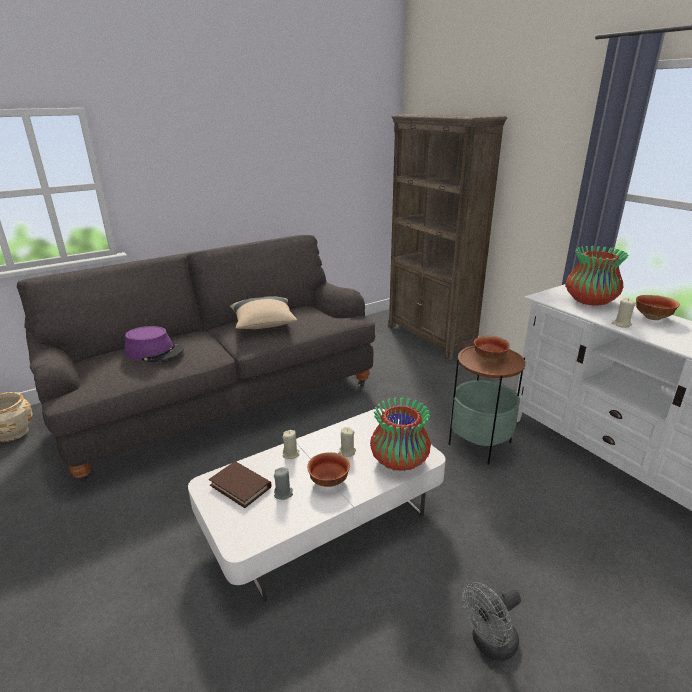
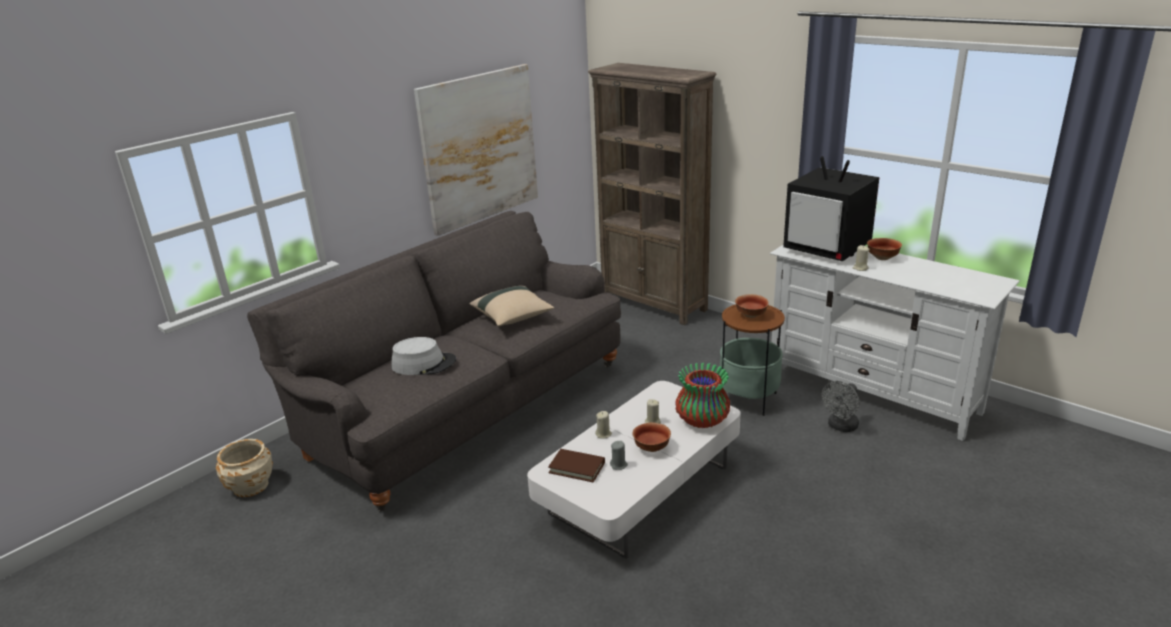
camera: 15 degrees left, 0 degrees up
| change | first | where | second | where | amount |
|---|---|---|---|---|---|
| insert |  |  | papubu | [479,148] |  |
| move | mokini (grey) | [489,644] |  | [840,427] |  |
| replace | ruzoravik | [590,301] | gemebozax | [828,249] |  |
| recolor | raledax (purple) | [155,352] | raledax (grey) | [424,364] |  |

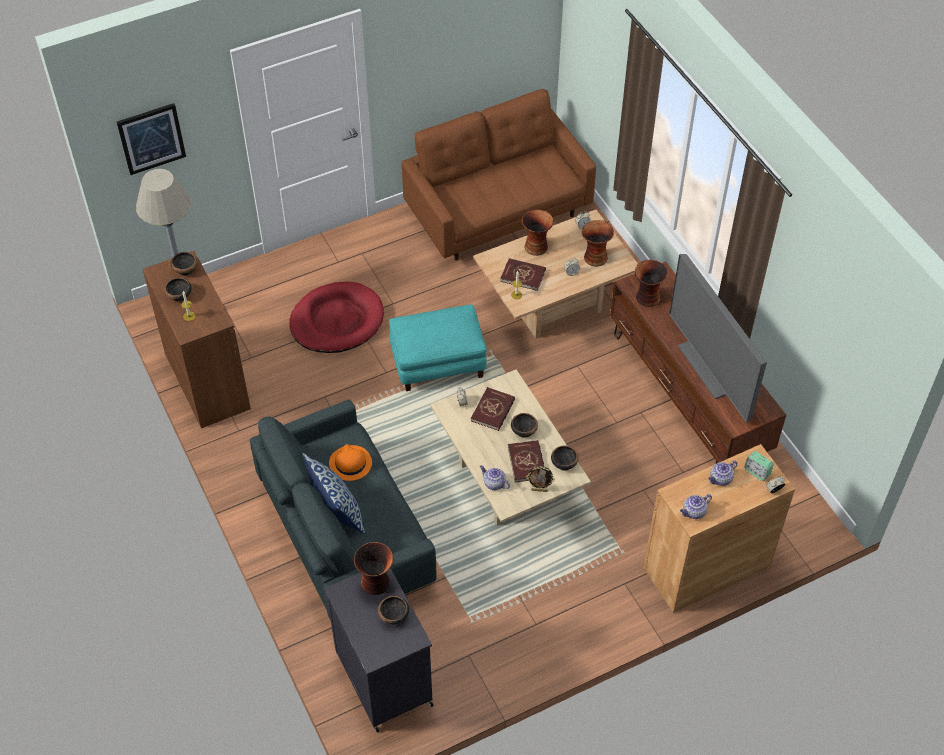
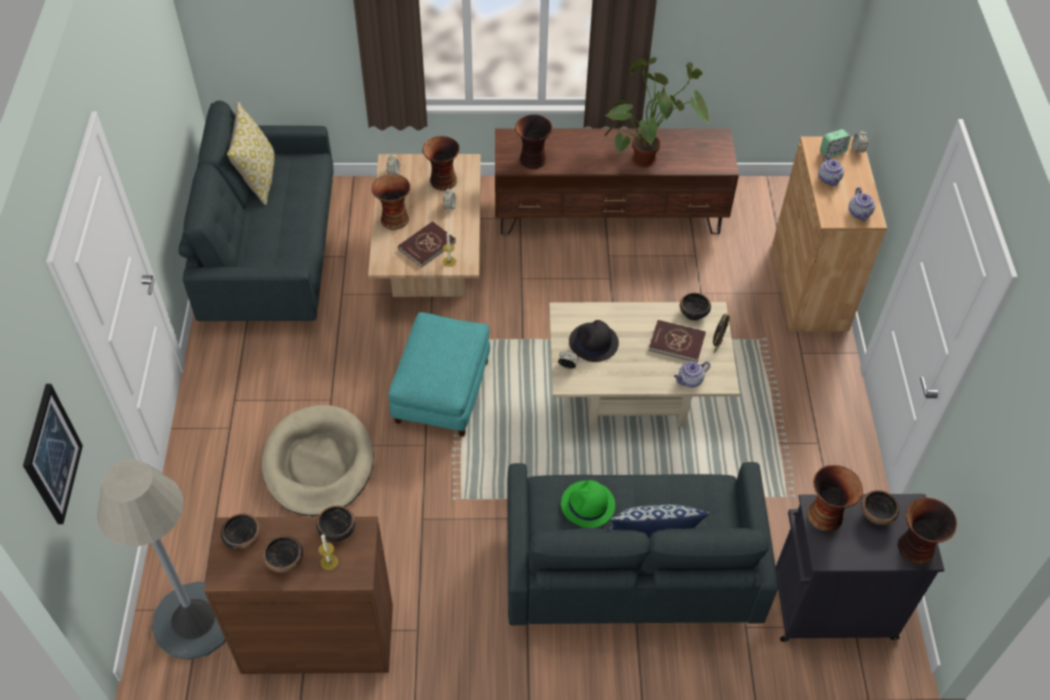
camera: 65 degrees left, 0 degrees up
| change | first | where | second | where | amount |
|---|---|---|---|---|---|
| insert |  |  | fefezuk | [257,179] |  |
| insert |  |  | ruzoravik | [914,548] |  |
| move | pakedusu | [523,430] |  | [337,531] |  |
| replace | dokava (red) | [493,410] | raledax (black) | [593,343] |  |
| replace | gemebozax | [712,367] | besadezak | [647,152] |  |
| recolor | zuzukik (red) | [337,321] | zuzukik (beige) | [318,464] |  |
| recolor | raledax (orange) | [350,463] | raledax (green) | [588,505] |  |
| recolor | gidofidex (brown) | [498,212] | gidofidex (grey) | [272,256] |  |

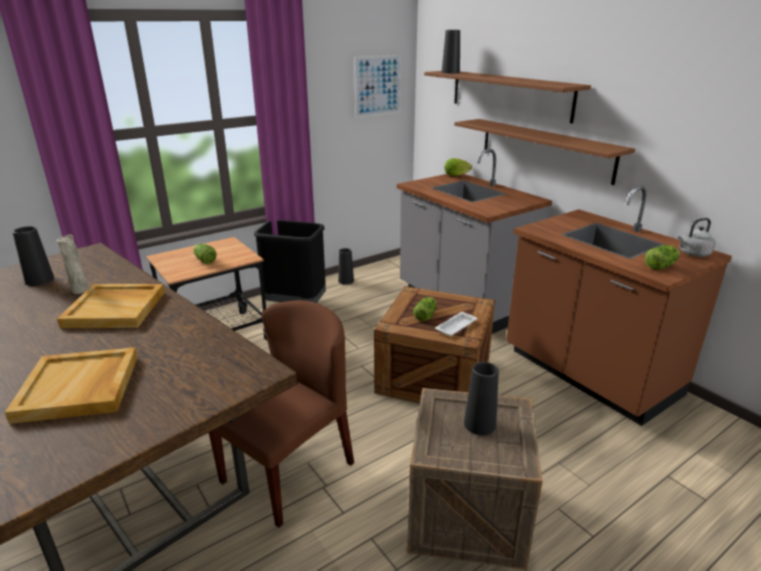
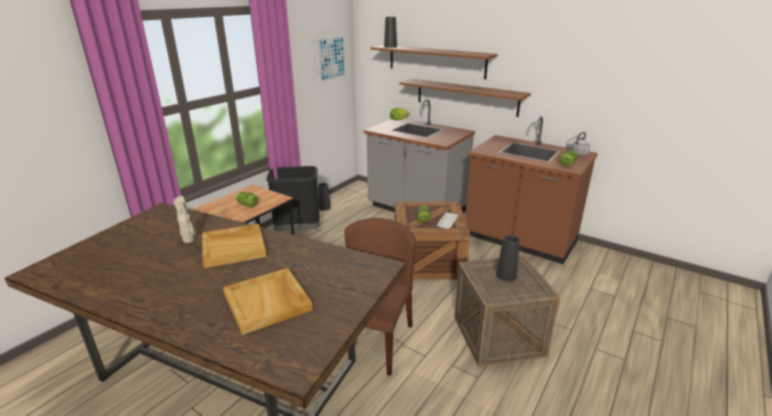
camera: 20 degrees left, 0 degrees up
| change | first | where | second | where | amount |
|---|---|---|---|---|---|
| delete | ruzoravik (black) | [39,280] |  |  |  |

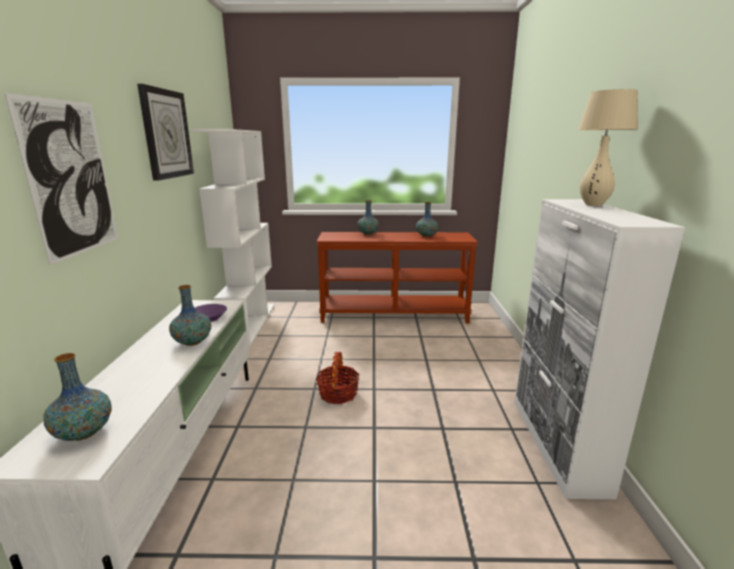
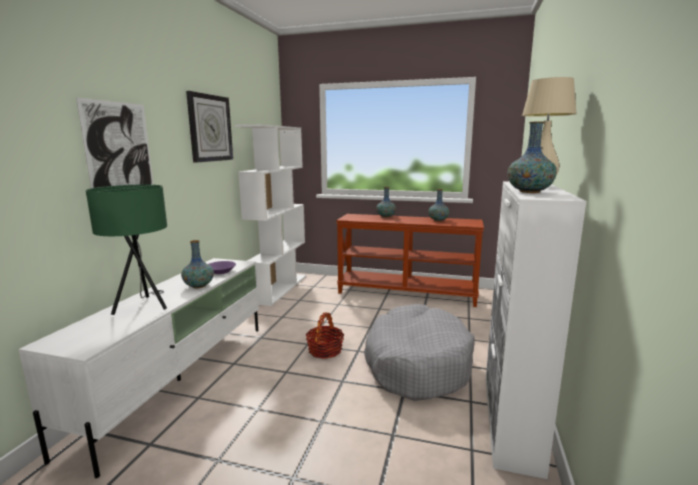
camera: 15 degrees right, 5 degrees down
| change | first | where | second | where | amount |
|---|---|---|---|---|---|
| insert |  |  | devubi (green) | [144,306] |  |
| insert |  |  | zuzukik (grey) | [417,364] |  |
| move | ruzoravik | [84,432] |  | [529,192] |  |

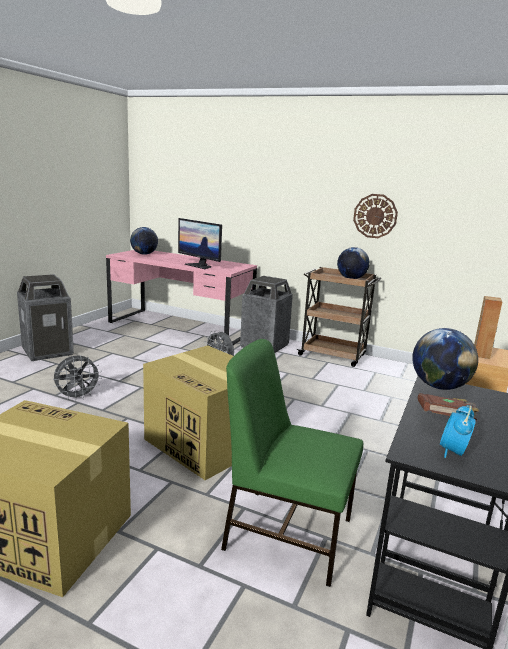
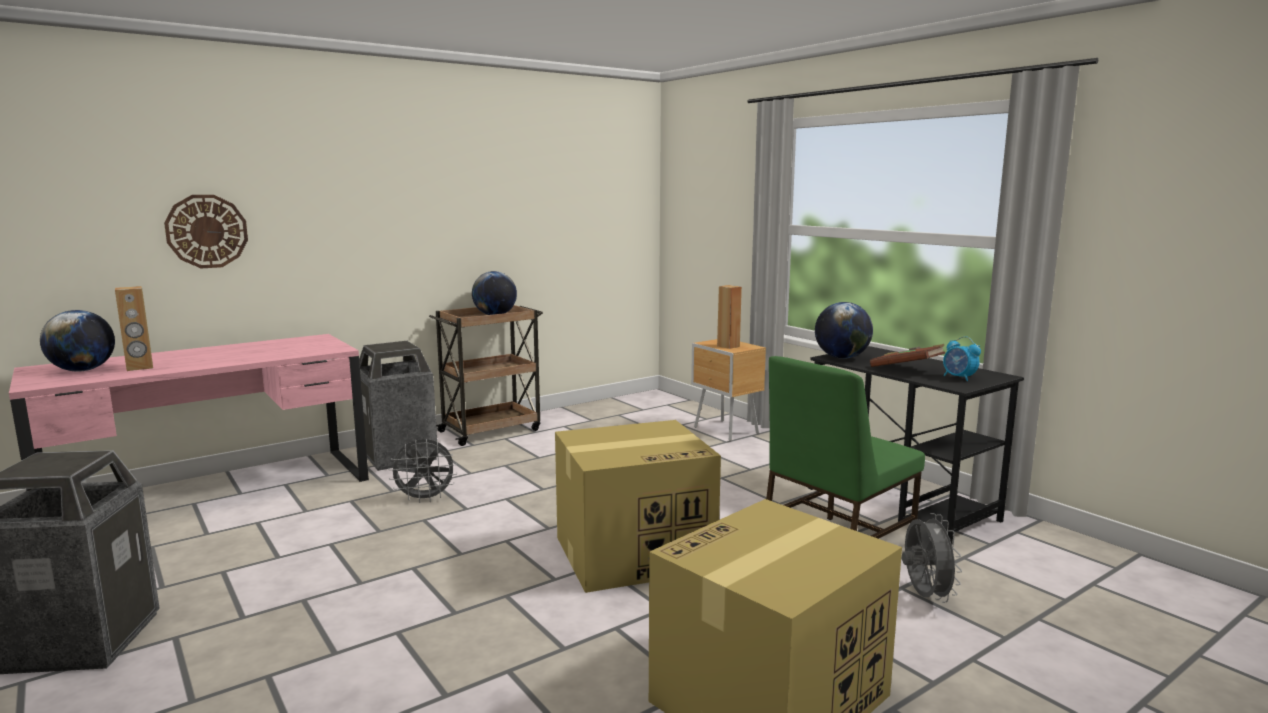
camera: 60 degrees left, 5 degrees down
| change | first | where | second | where | amount |
|---|---|---|---|---|---|
| delete | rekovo | [200,266] |  |  |  |
| insert |  |  | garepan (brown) | [140,367] |  |
| move | mokini (grey) | [78,397] |  | [924,596] |  |
| move | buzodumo | [375,216] |  | [207,231] |  |

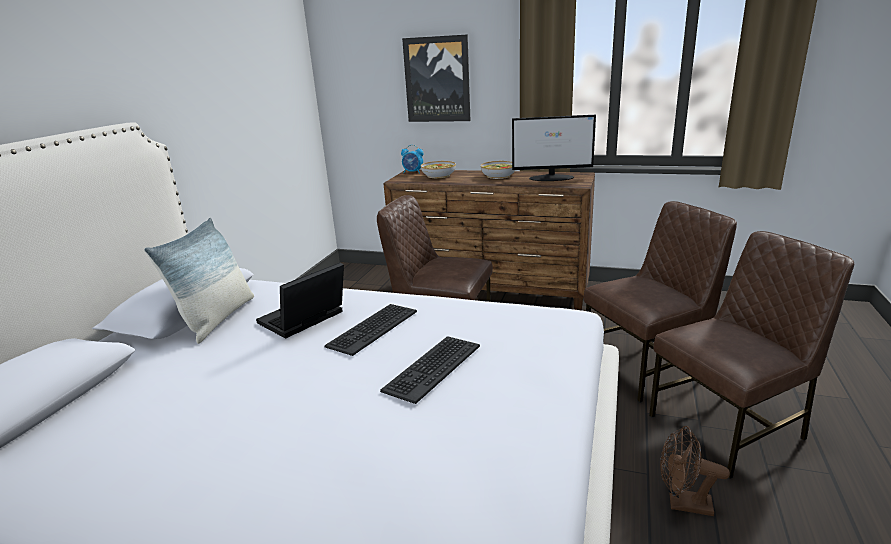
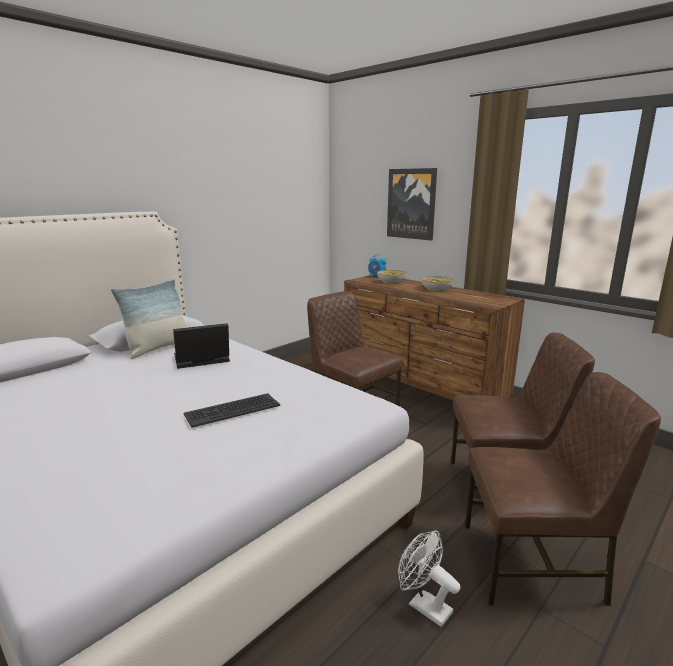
camera: 25 degrees right, 5 degrees down
| change | first | where | second | where | amount |
|---|---|---|---|---|---|
| delete | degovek | [372,329] |  |  |  |
| delete | rekovo | [552,178] |  |  |  |
| recolor | mokini (brown) | [682,504] | mokini (white) | [424,605] |  |

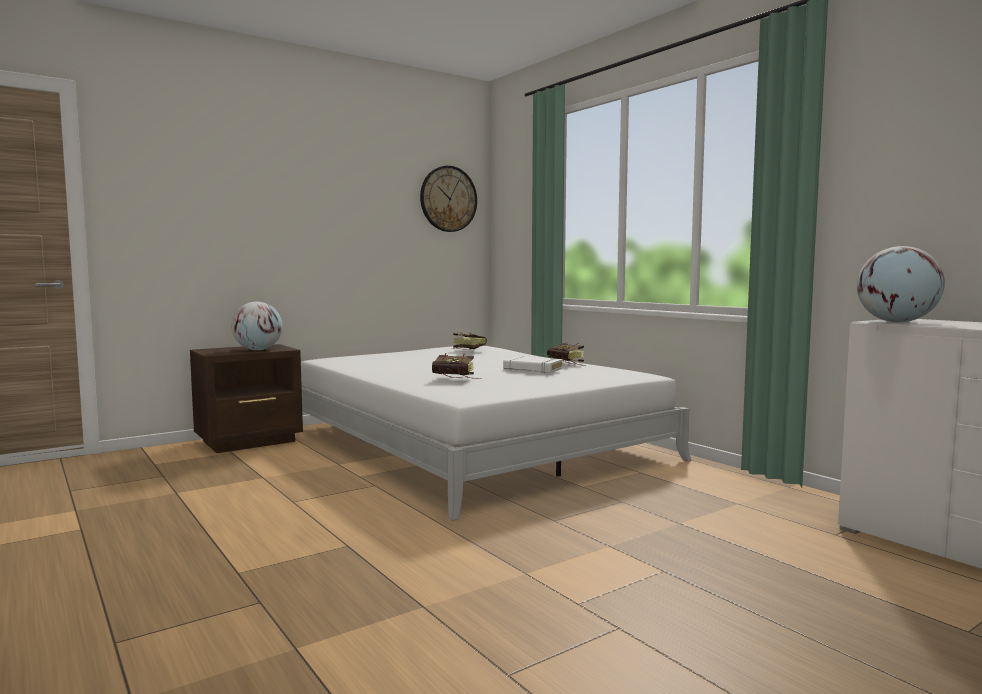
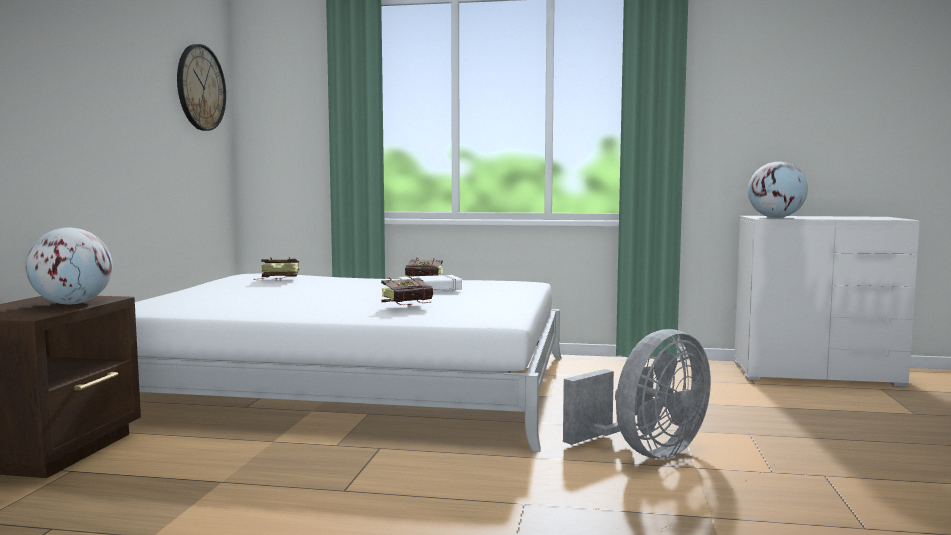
camera: 45 degrees left, 0 degrees up
| change | first | where | second | where | amount |
|---|---|---|---|---|---|
| insert |  |  | mokini (grey) | [646,452] |  |

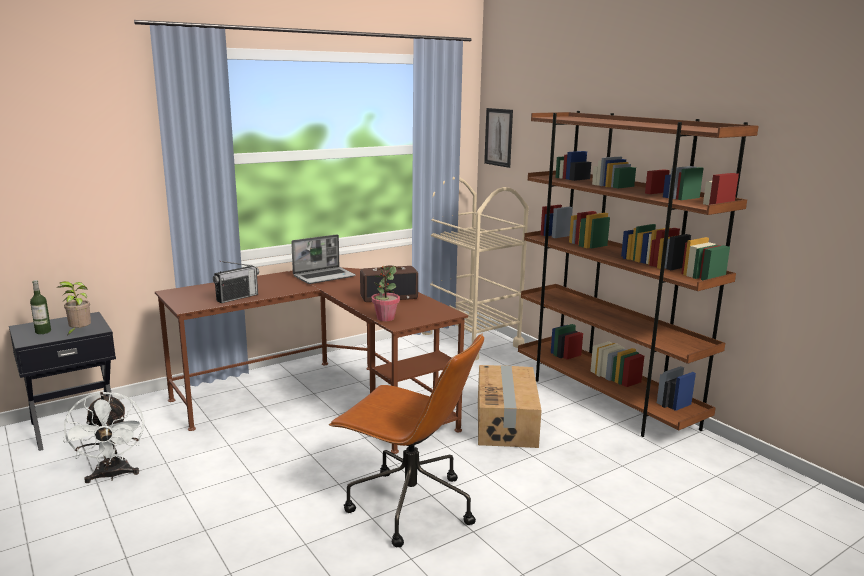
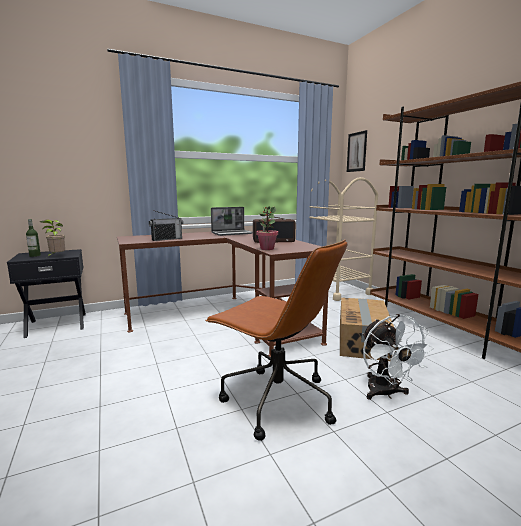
camera: 10 degrees right, 5 degrees down
| change | first | where | second | where | amount |
|---|---|---|---|---|---|
| move | mokini (white) | [112,475] |  | [385,393] |  |

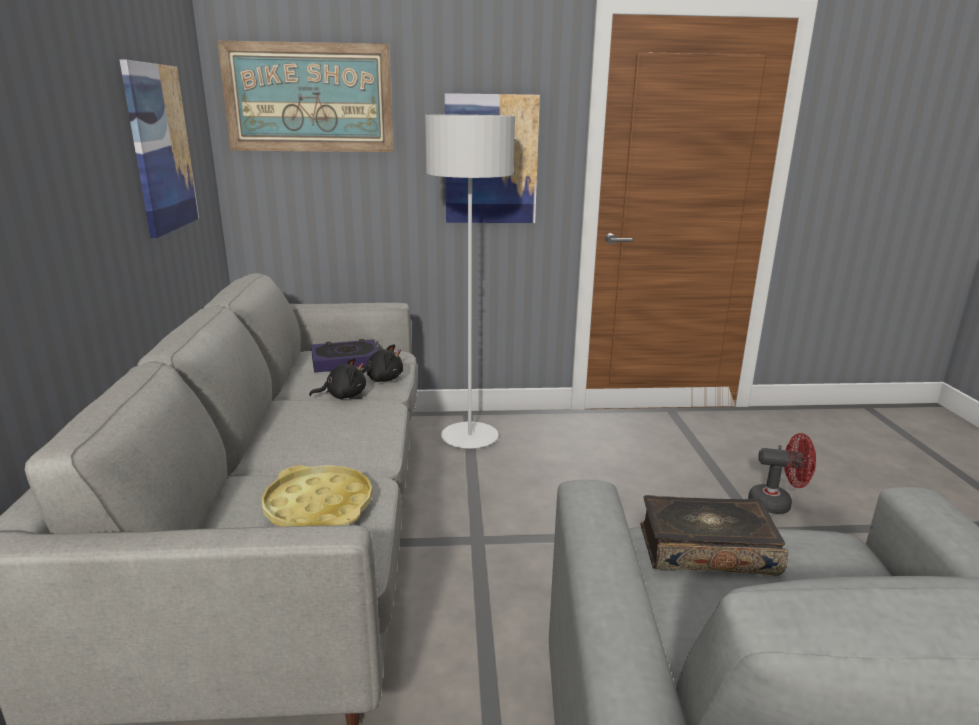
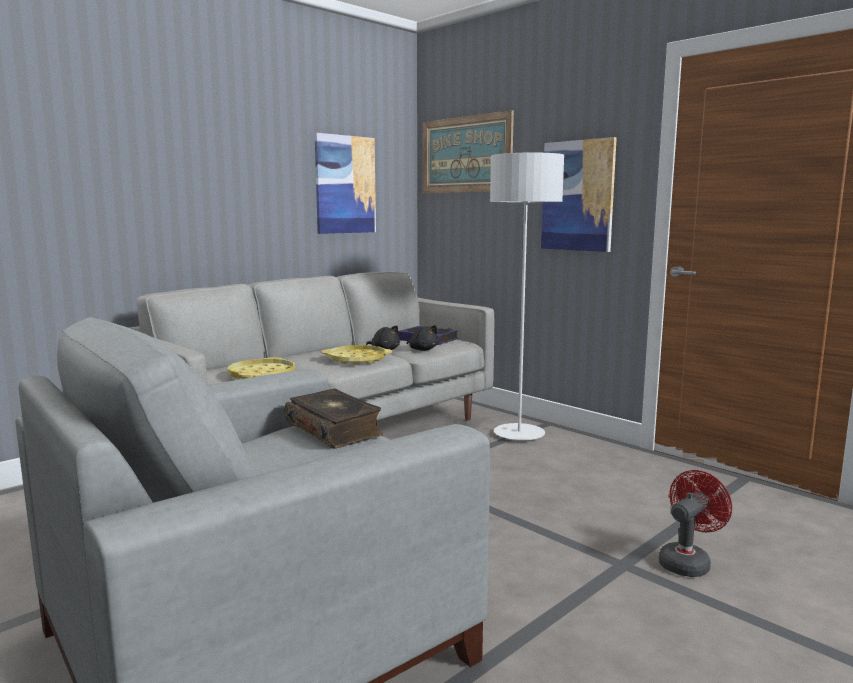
camera: 50 degrees right, 10 degrees down
| change | first | where | second | where | amount |
|---|---|---|---|---|---|
| insert |  |  | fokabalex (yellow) | [356,360] |  |
| rotate | mokini (red) | [777,504] |  | [687,562] | 105 degrees counterclockwise |

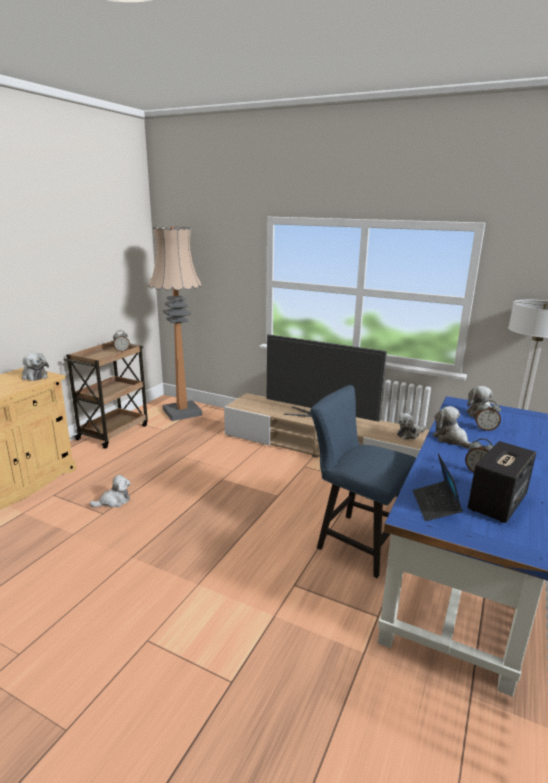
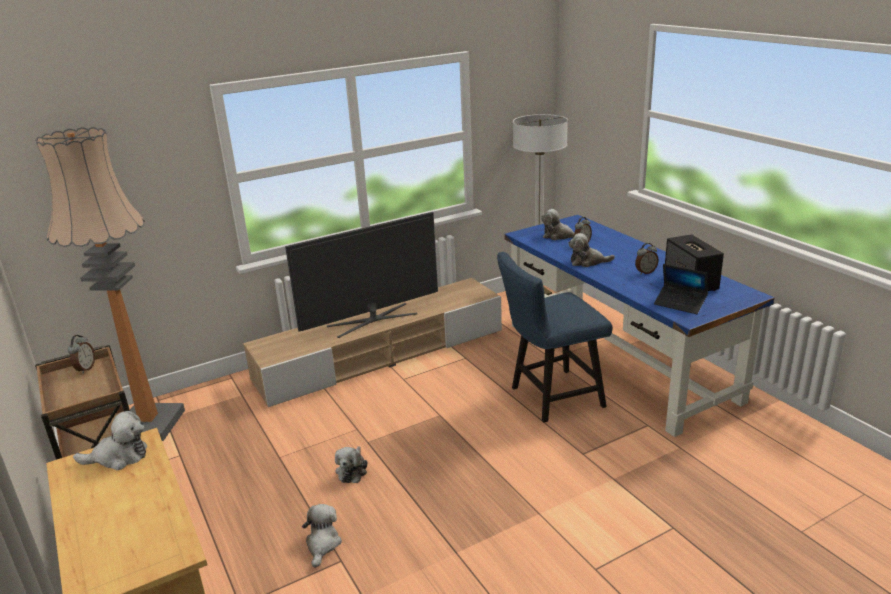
camera: 55 degrees left, 5 degrees up
| change | first | where | second | where | amount |
|---|---|---|---|---|---|
| move | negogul | [409,434] |  | [352,470] |  |

